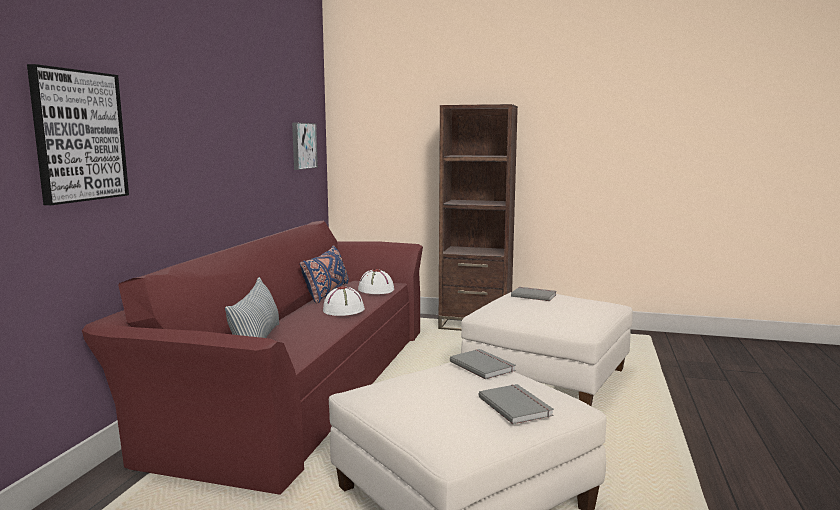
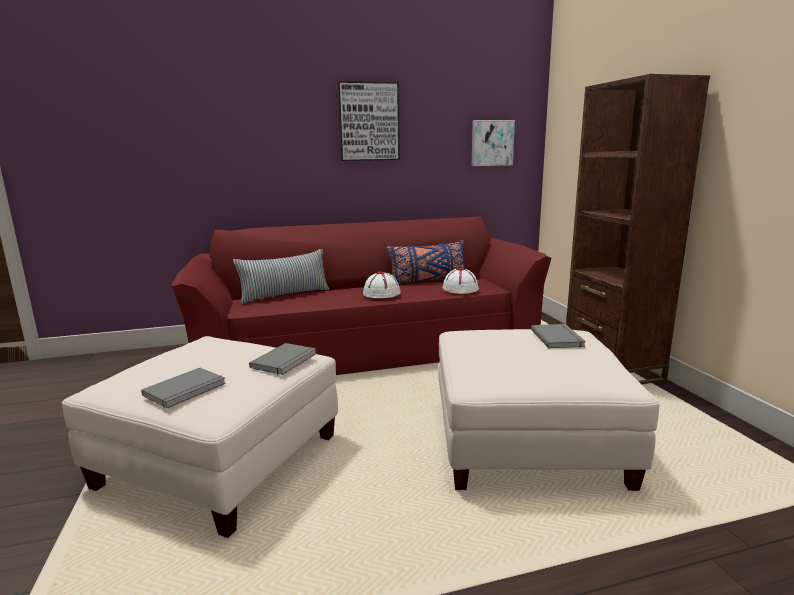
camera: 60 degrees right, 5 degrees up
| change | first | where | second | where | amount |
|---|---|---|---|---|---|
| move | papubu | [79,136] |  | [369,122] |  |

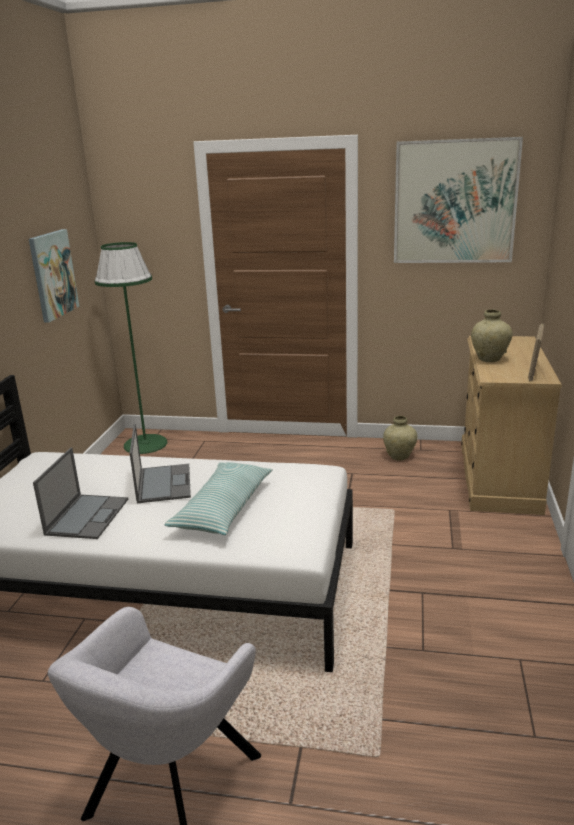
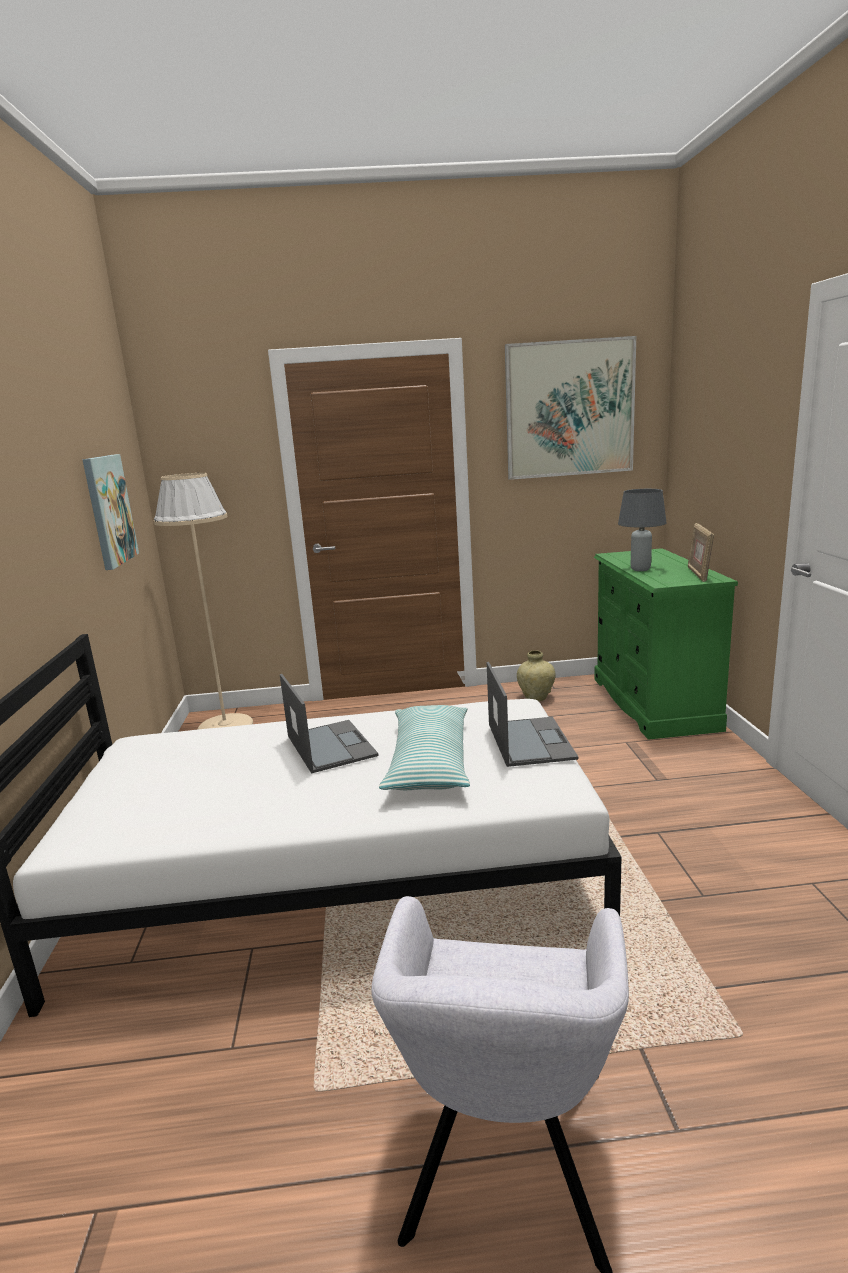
camera: 15 degrees left, 5 degrees down
| change | first | where | second | where | amount |
|---|---|---|---|---|---|
| move | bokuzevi | [87,516] |  | [529,741] |  |
| replace | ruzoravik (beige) | [489,359] | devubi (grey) | [640,569] |  |
| recolor | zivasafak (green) | [145,444] | zivasafak (beige) | [225,726] |  |
| recolor | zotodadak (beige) | [498,477] | zotodadak (green) | [653,703] |  |

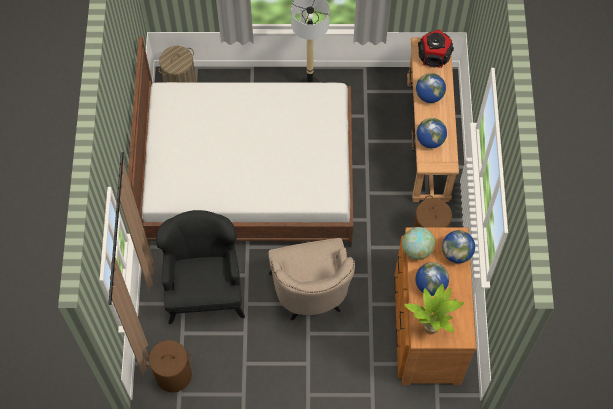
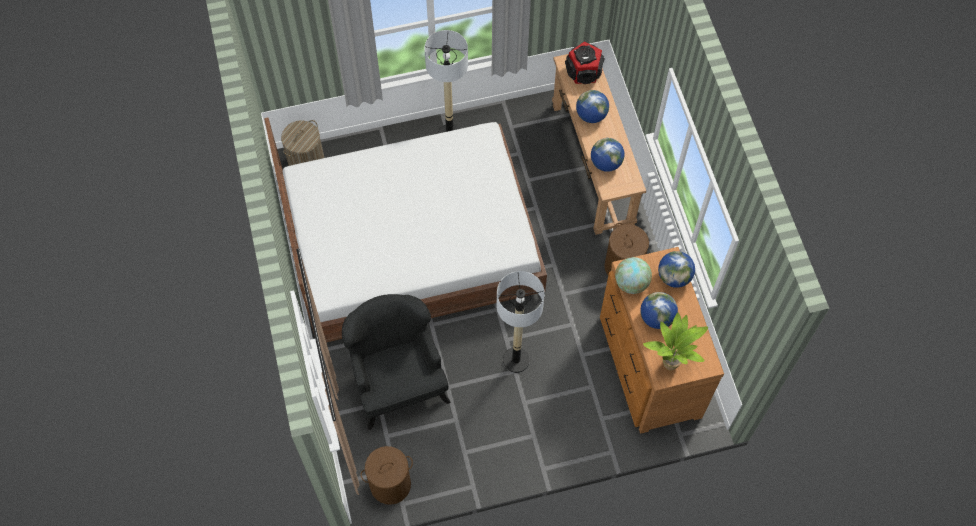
camera: 15 degrees left, 0 degrees up
| change | first | where | second | where | amount |
|---|---|---|---|---|---|
| replace | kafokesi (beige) | [311,295] | zivasafak | [516,360] |  |

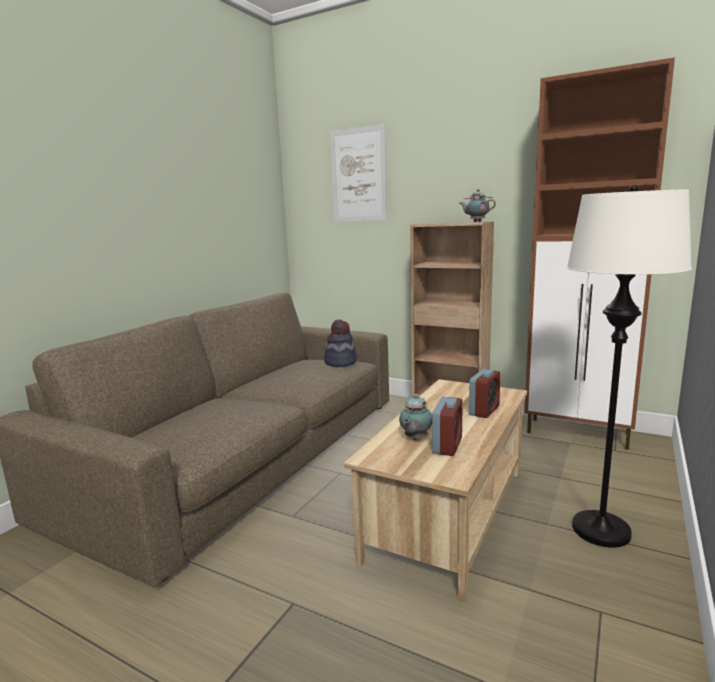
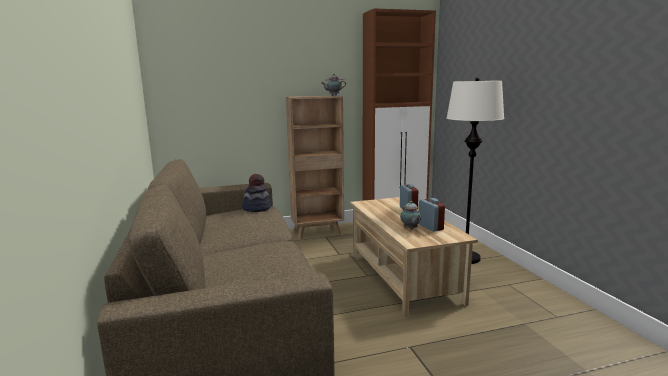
camera: 45 degrees left, 0 degrees up
| change | first | where | second | where | amount |
|---|---|---|---|---|---|
| delete | papubu | [358,175] |  |  |  |

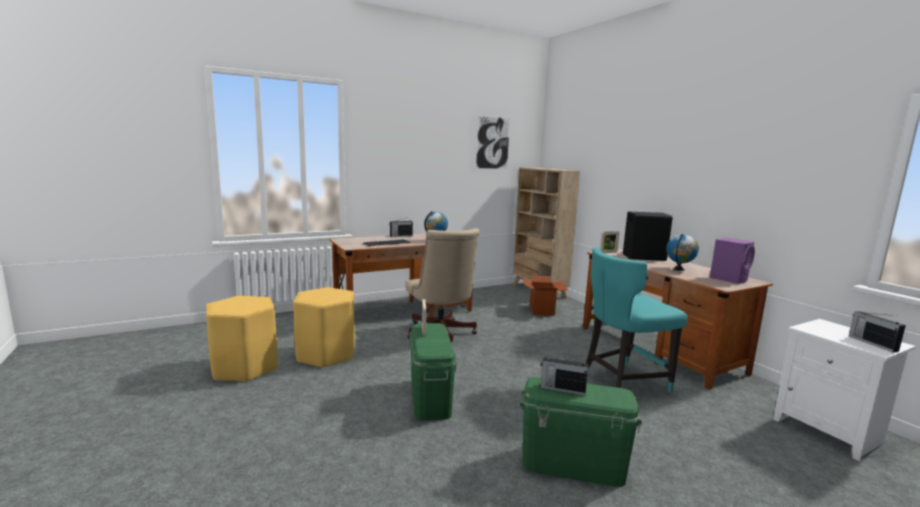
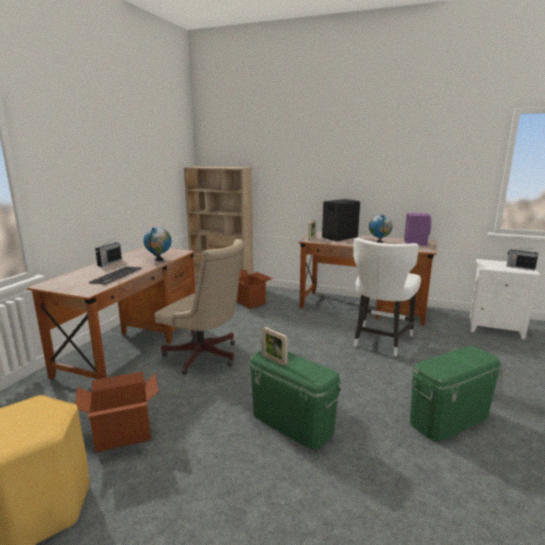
camera: 40 degrees left, 5 degrees up
| change | first | where | second | where | amount |
|---|---|---|---|---|---|
| delete | papubu | [492,142] |  |  |  |
| delete | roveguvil | [562,389] |  |  |  |
| replace | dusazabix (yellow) | [326,354] | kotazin | [123,433] |  |
| recolor | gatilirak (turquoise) | [622,381] | gatilirak (white) | [380,340] |  |

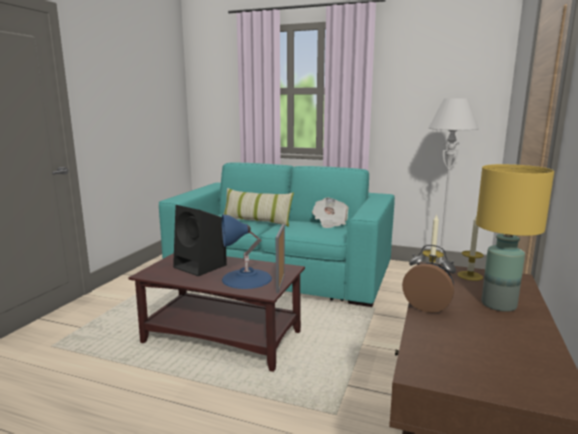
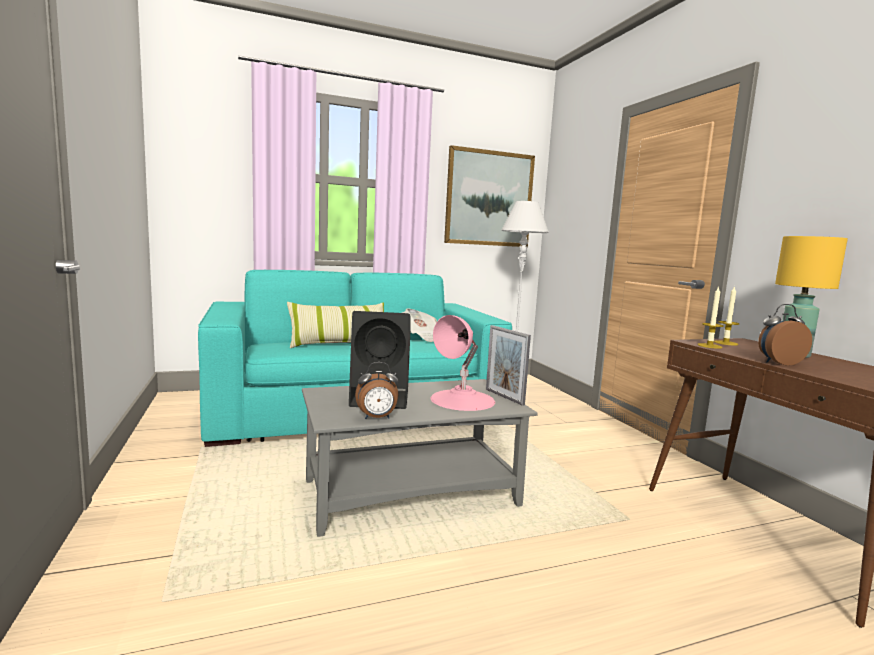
camera: 40 degrees left, 5 degrees down
| change | first | where | second | where | amount |
|---|---|---|---|---|---|
| insert |  |  | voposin | [377,418] |  |
| insert |  |  | papubu | [489,198] |  |
| recolor | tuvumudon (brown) | [223,337] | tuvumudon (grey) | [412,493] |  |
| recolor | devubi (blue) | [246,278] | devubi (pink) | [462,400] |  |

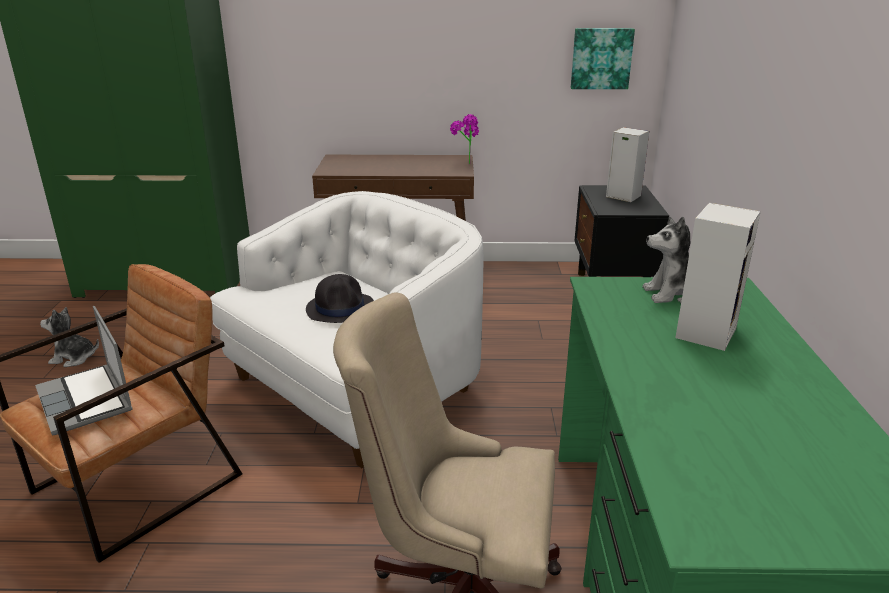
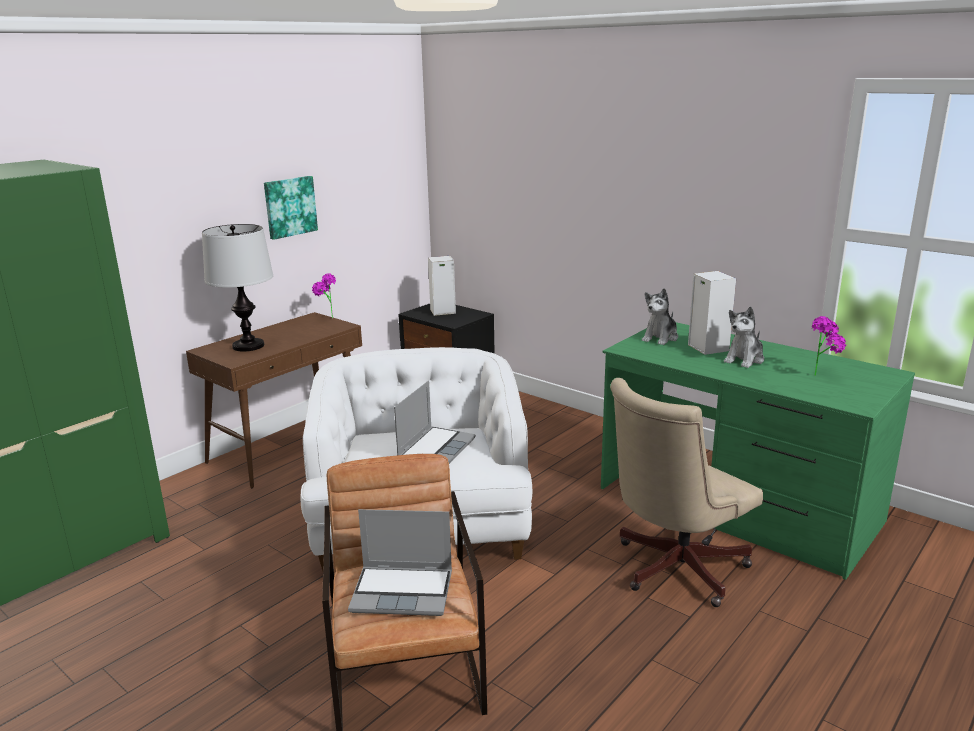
camera: 50 degrees left, 5 degrees down
| change | first | where | second | where | amount |
|---|---|---|---|---|---|
| insert |  |  | devubi | [248,346] |  |
| insert |  |  | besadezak | [822,375] |  |
| move | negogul | [74,358] |  | [744,360] |  |
| move | papubu | [601,58] |  | [289,206] |  |
| replace | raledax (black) | [340,308] | bokuzevi | [436,448] |  |

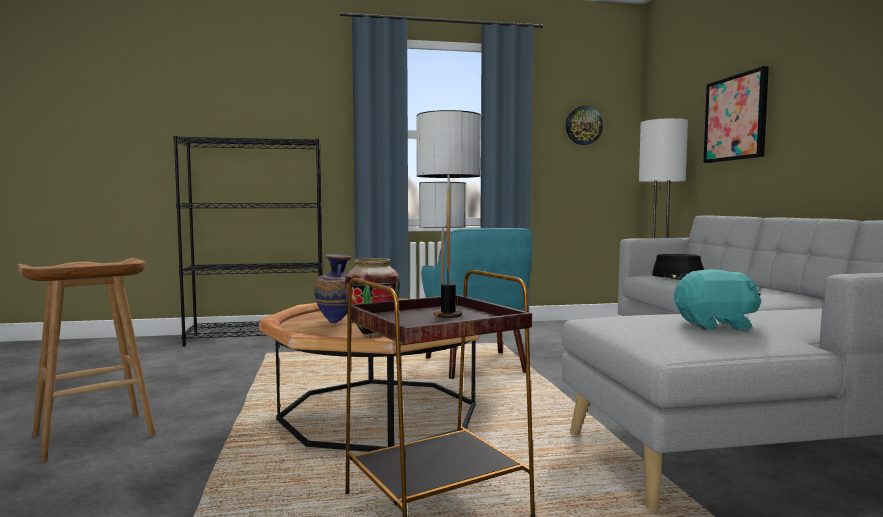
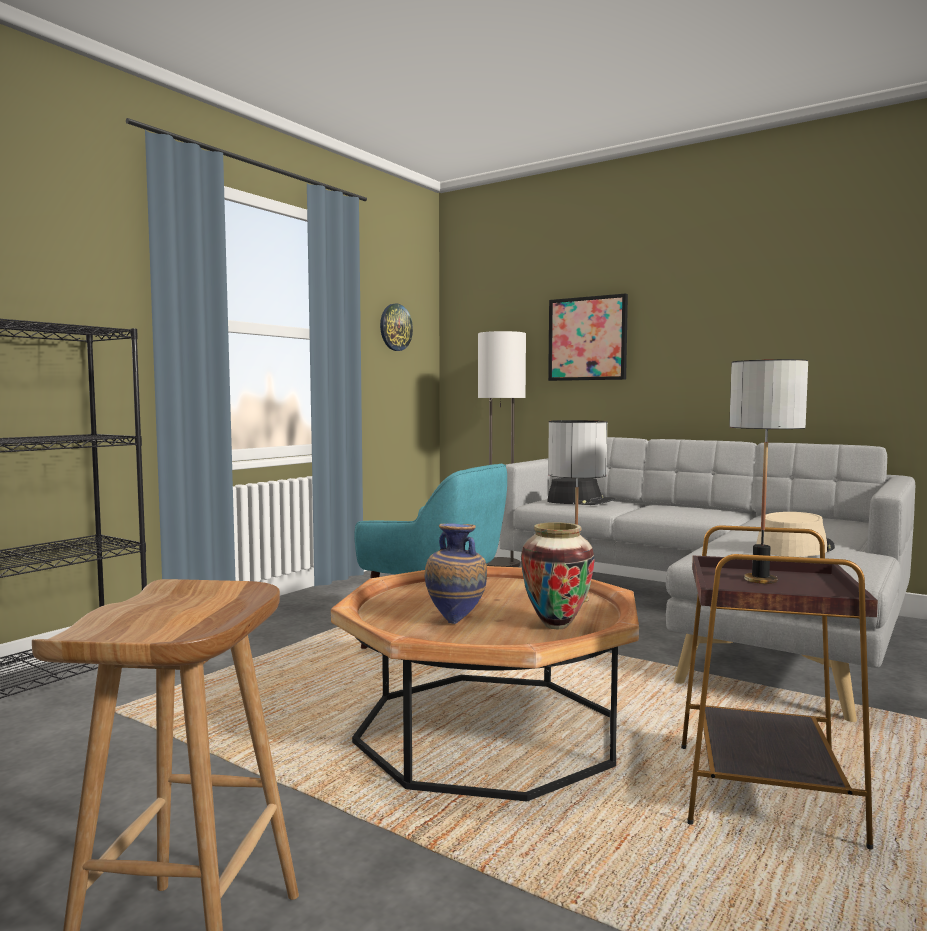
camera: 45 degrees left, 0 degrees up
| change | first | where | second | where | amount |
|---|---|---|---|---|---|
| replace | negogul (turquoise) | [715,325] | raledax (beige) | [794,548] |  |

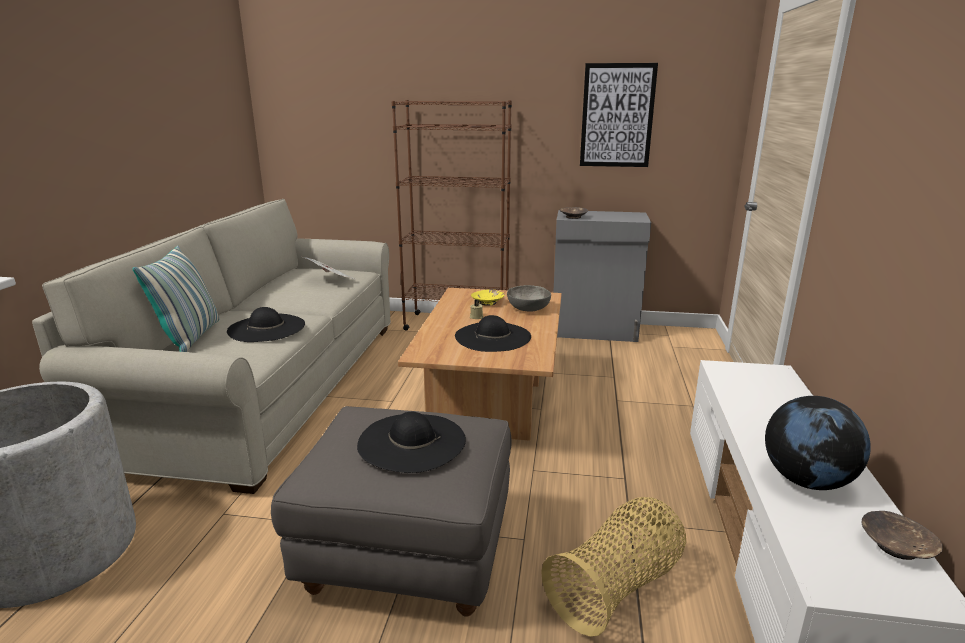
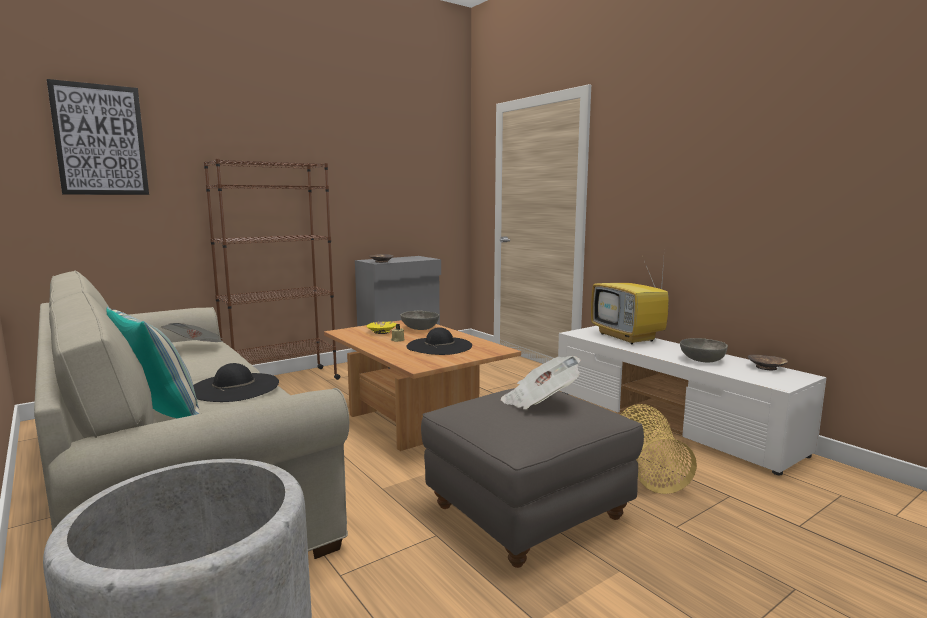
camera: 45 degrees left, 10 degrees down
| change | first | where | second | where | amount |
|---|---|---|---|---|---|
| insert |  |  | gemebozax | [628,337] |  |
| move | papubu | [617,116] |  | [100,140] |  |
| replace | raledax (black) | [411,442] | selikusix | [539,401] |  |
| replace | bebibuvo | [807,481] | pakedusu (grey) | [701,359] |  |

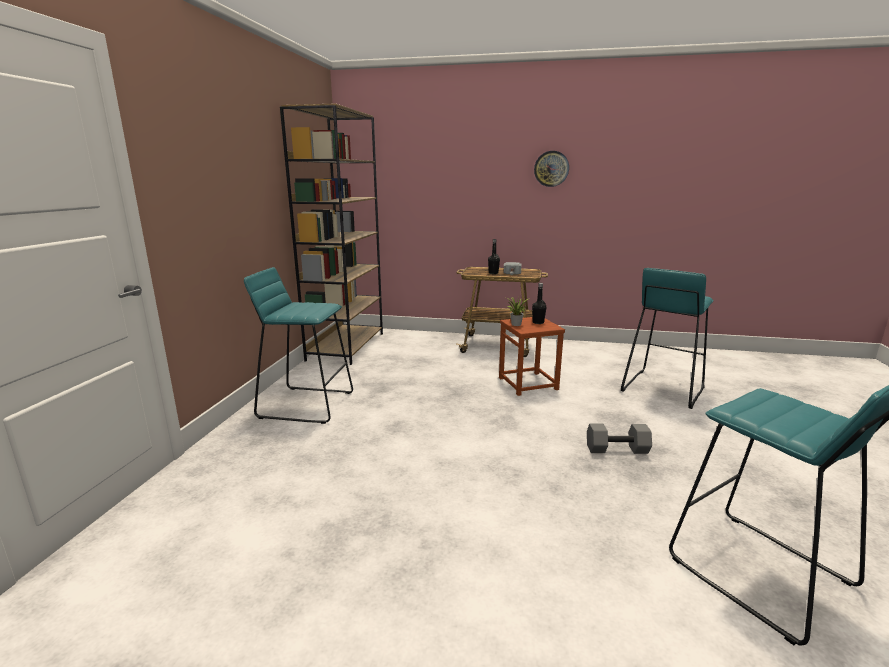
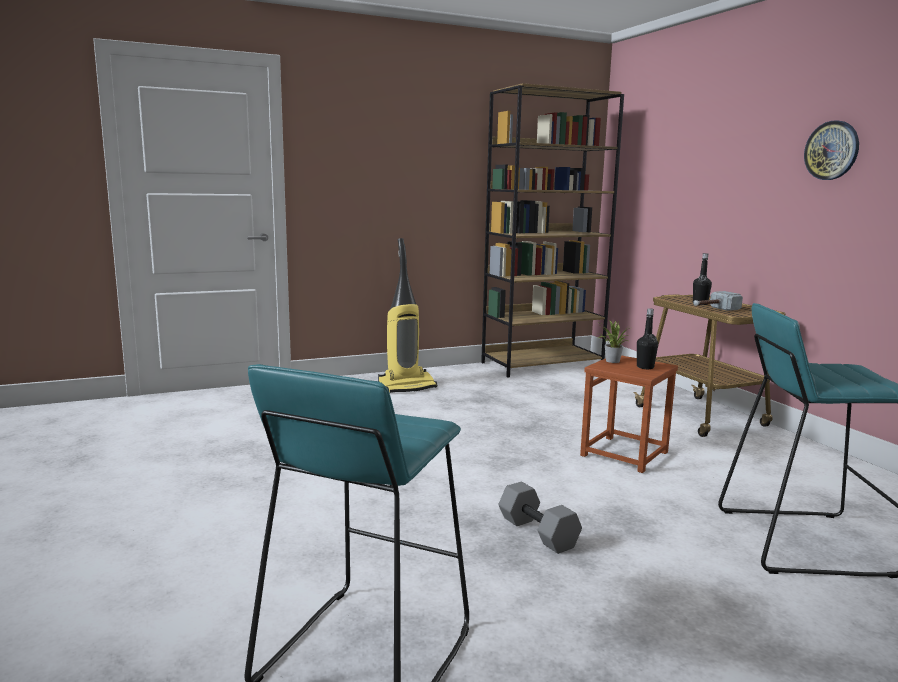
camera: 55 degrees right, 5 degrees down
| change | first | where | second | where | amount |
|---|---|---|---|---|---|
| replace | dusazabix (turquoise) | [306,404] | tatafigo | [407,386] |  |

